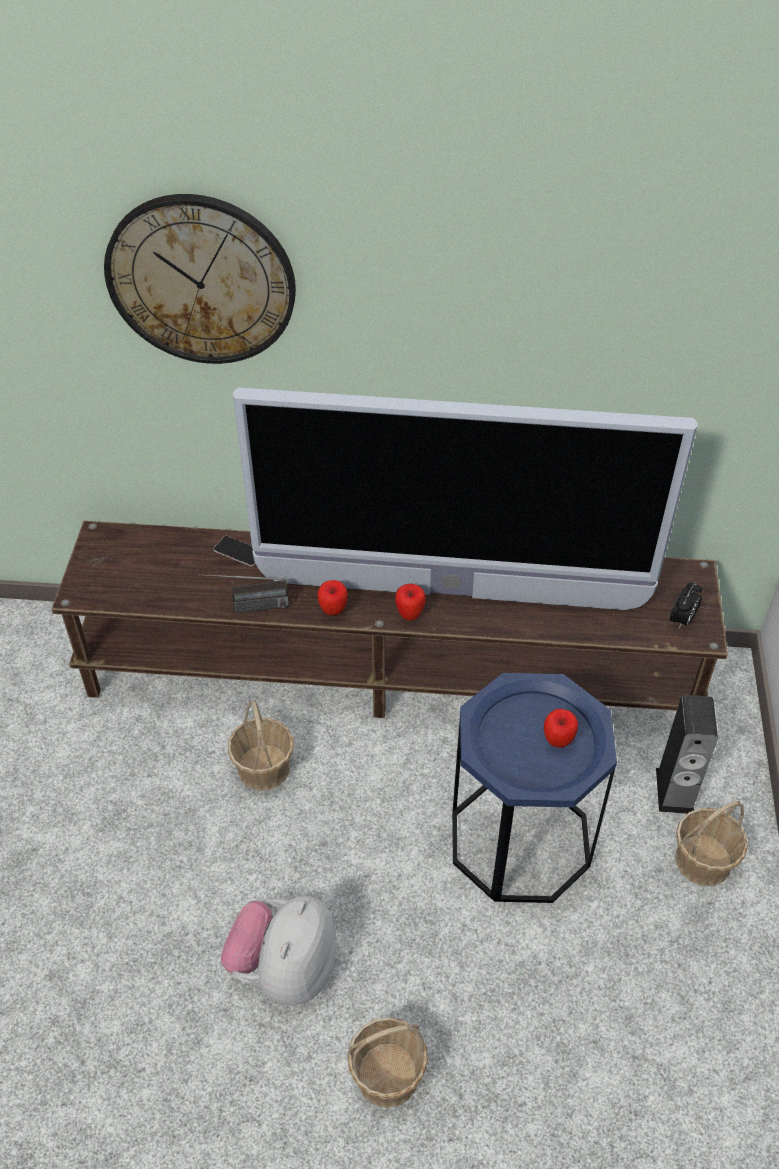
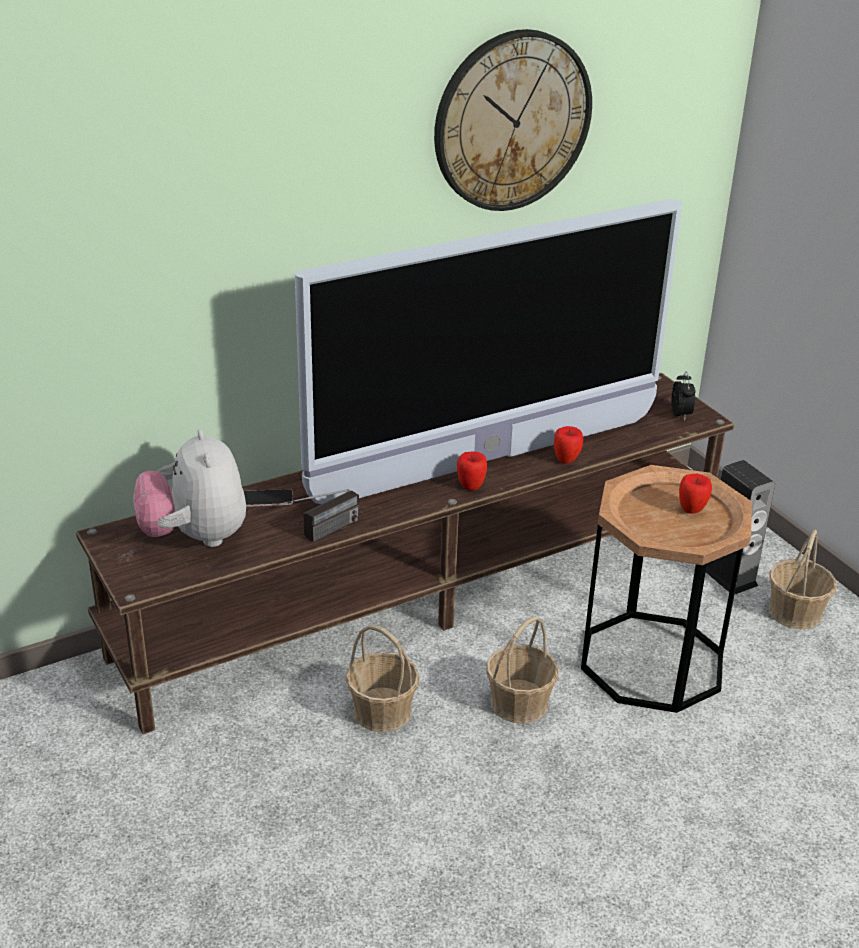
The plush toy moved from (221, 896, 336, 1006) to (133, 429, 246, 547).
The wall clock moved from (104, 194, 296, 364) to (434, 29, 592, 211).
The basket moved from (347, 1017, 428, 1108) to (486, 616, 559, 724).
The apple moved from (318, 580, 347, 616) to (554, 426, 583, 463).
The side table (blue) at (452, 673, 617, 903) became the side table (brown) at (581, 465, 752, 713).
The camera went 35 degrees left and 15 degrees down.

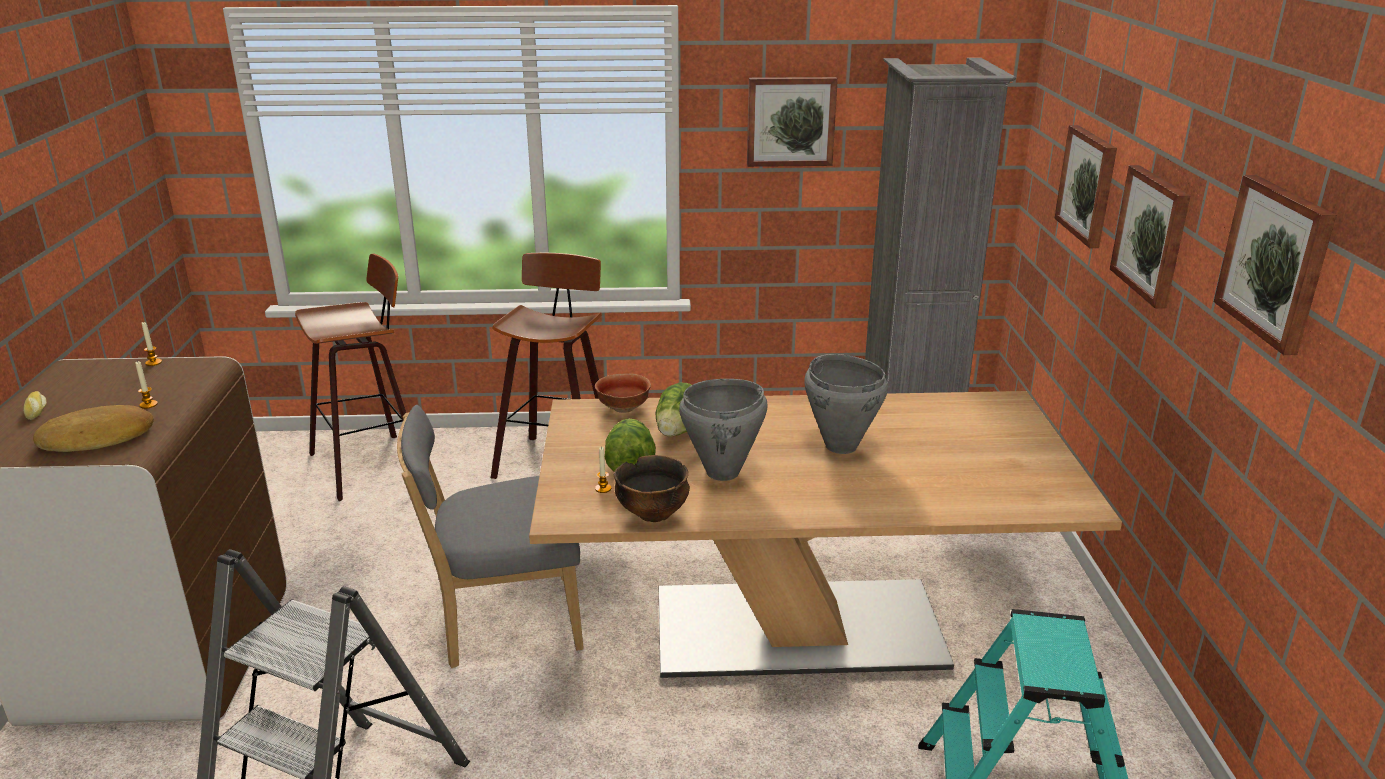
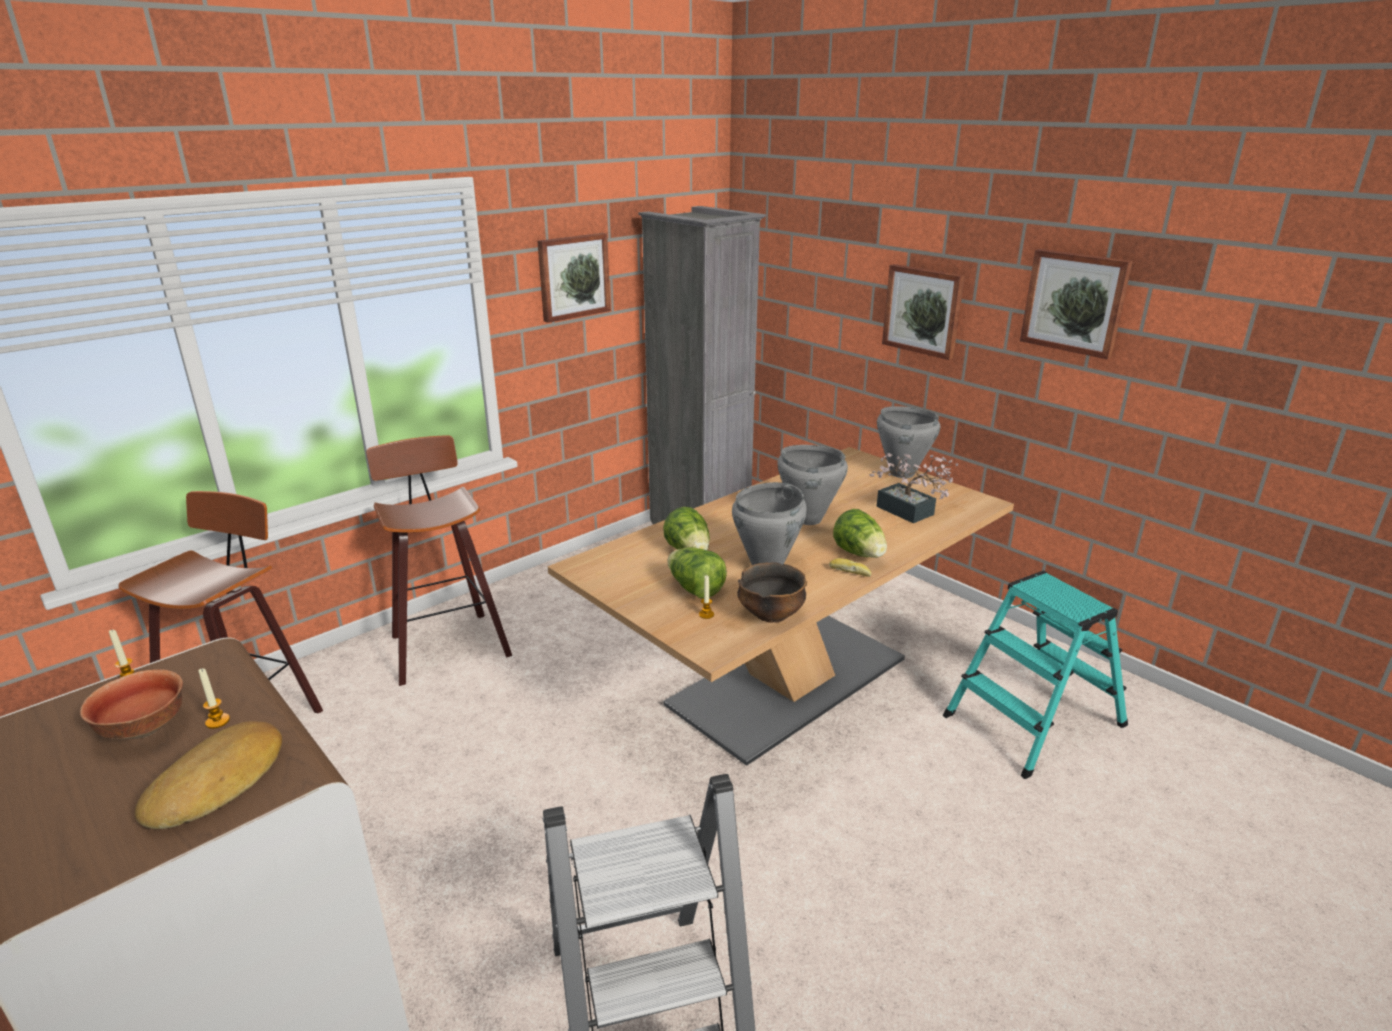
The bowl moved from (595, 373, 651, 413) to (80, 669, 183, 739).
The bread moved from (24, 391, 47, 420) to (829, 558, 872, 577).
The lettuce at (833, 509, 887, 558) appeared.
The potted plant at (869, 453, 958, 523) appeared.
The cooking pot (grey) at (877, 406, 940, 478) appeared.
The chair (grey) at (397, 405, 584, 668) disappeared.
The picture at (1054, 125, 1117, 248) disappeared.
The camera went 40 degrees left and 0 degrees up.

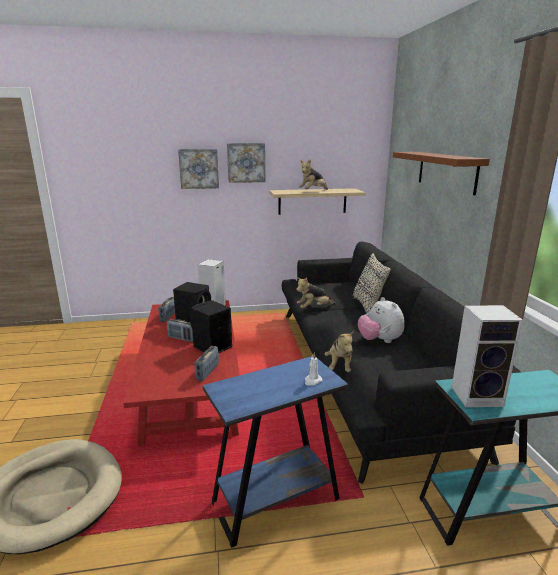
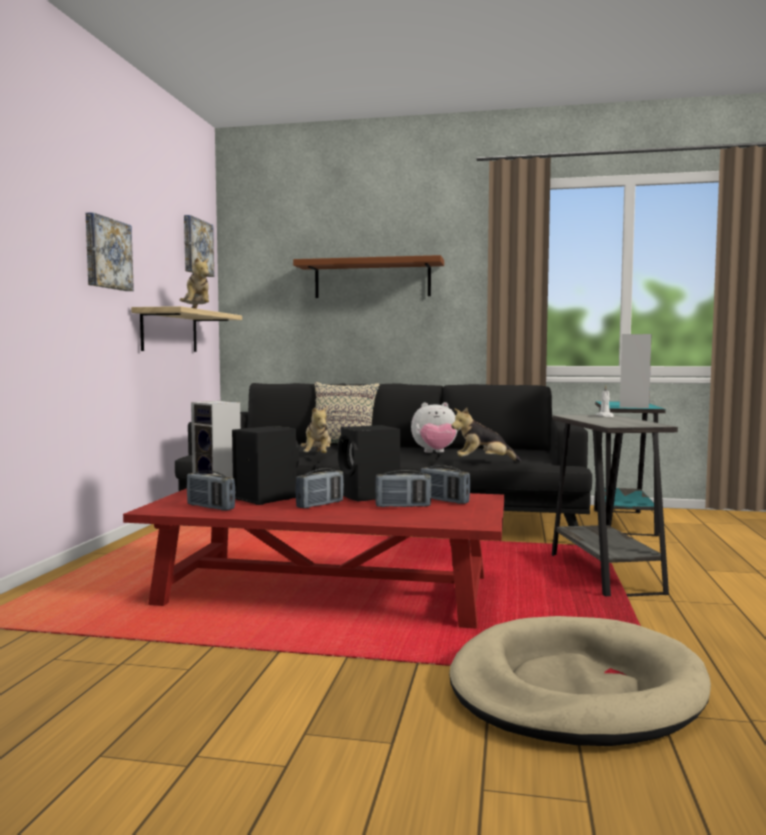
The picture moved from (178, 149, 219, 189) to (184, 215, 214, 277).
The radio at (375, 470, 431, 508) appeared.
The plush toy at (324, 330, 354, 372) turned 150 degrees clockwise.
The side table (blue) at (203, 356, 348, 548) became the side table (grey) at (552, 415, 678, 597).
The camera went 70 degrees left and 15 degrees down.

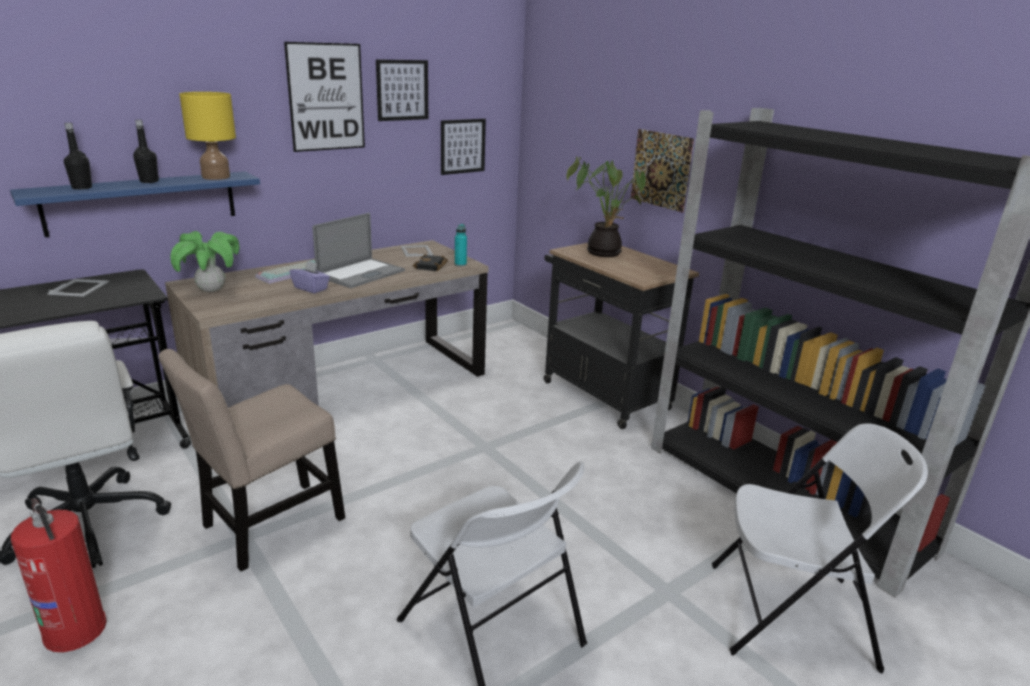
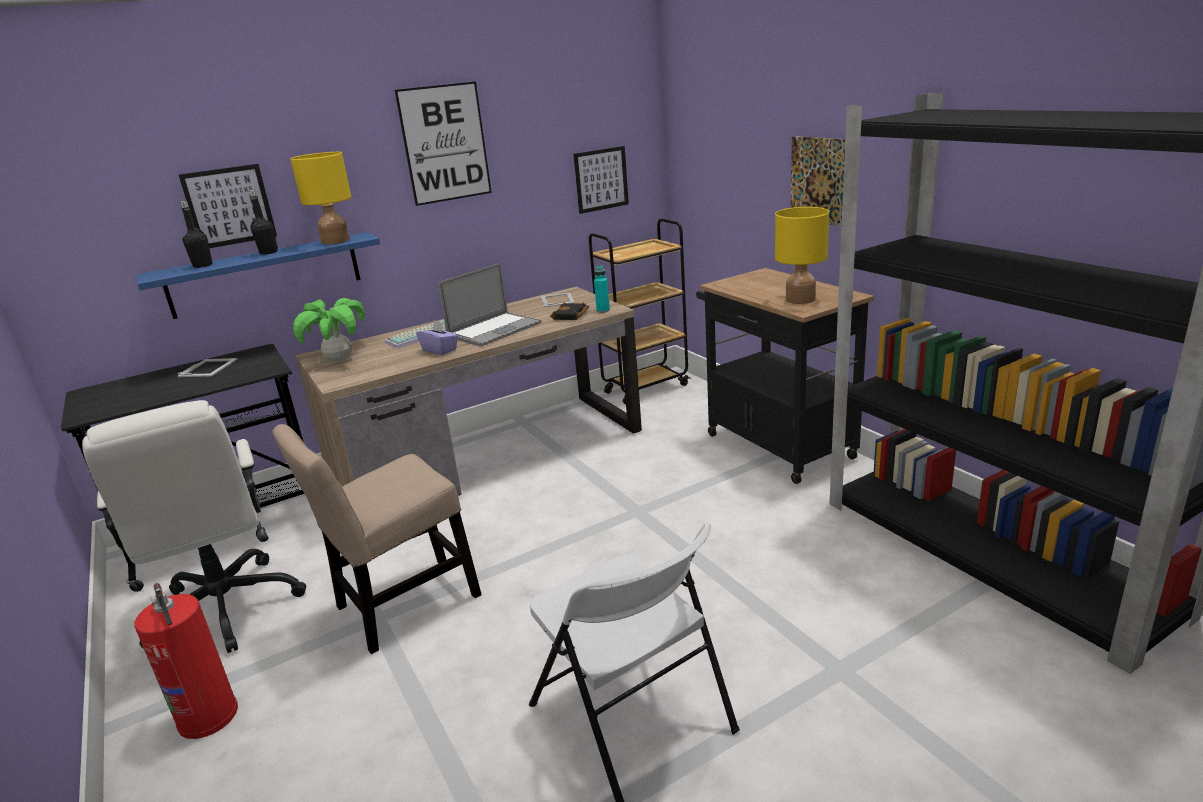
The picture moved from (376, 59, 428, 121) to (179, 164, 277, 248).
The cart (brown) at (589, 219, 691, 405) appeared.
The table lamp (yellow) at (775, 207, 829, 304) appeared.
The potted plant at (567, 156, 646, 257) disappeared.
The chair (white) at (712, 423, 928, 673) disappeared.
The camera went 10 degrees right and 0 degrees up.

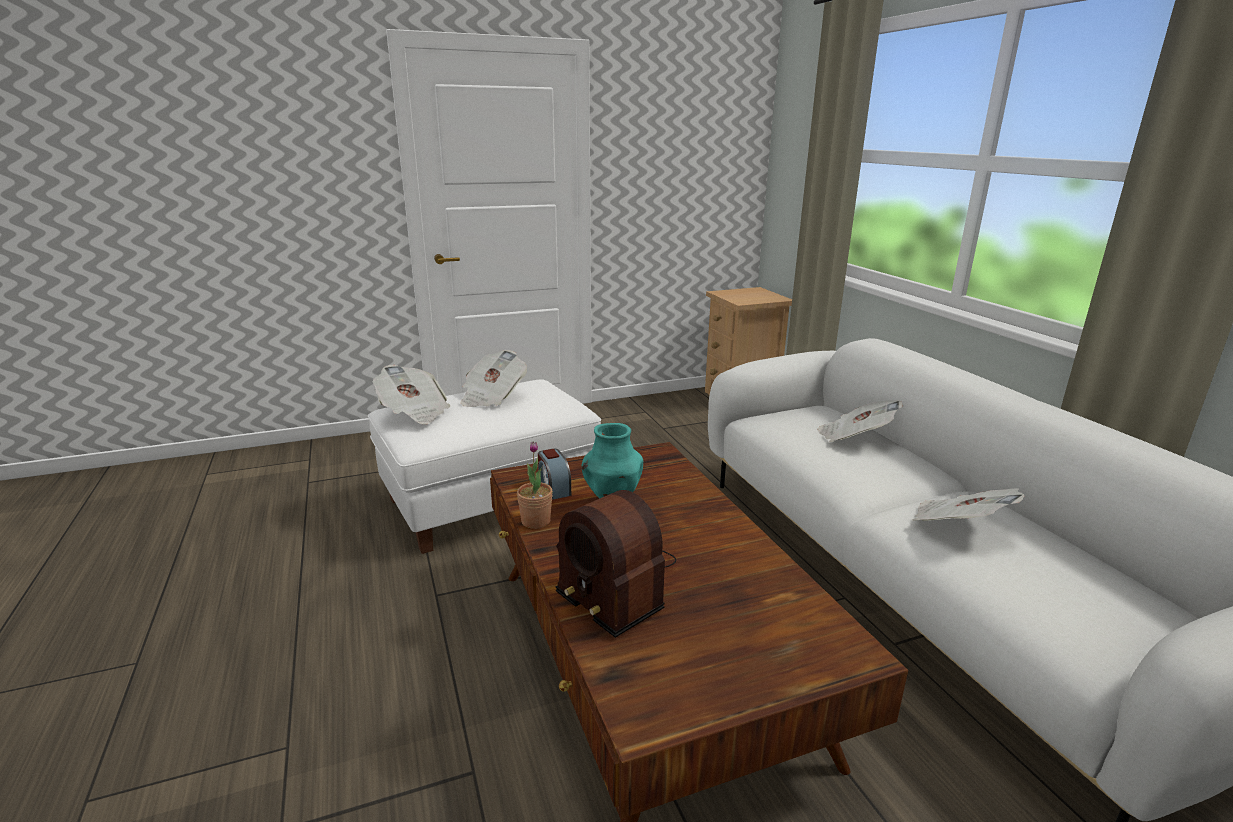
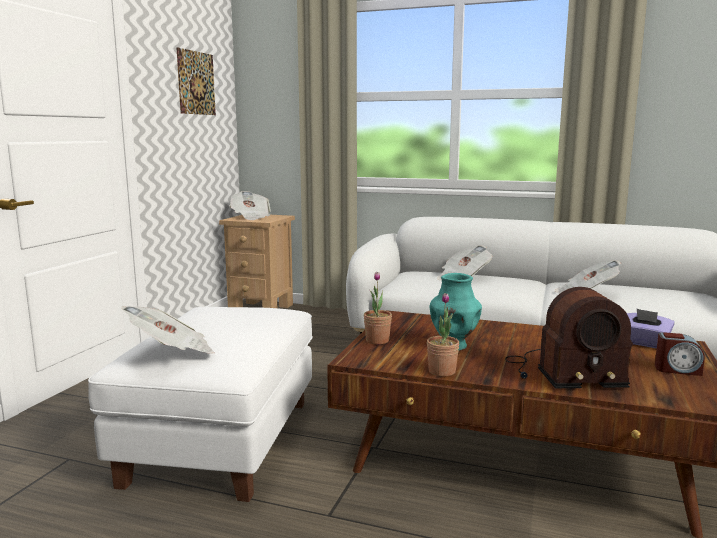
The picture at (176, 47, 216, 115) appeared.
The newspaper moved from (460, 350, 527, 407) to (230, 191, 271, 220).
The potted plant at (364, 272, 392, 344) appeared.
The tissue box (purple) at (627, 309, 675, 349) appeared.
The alarm clock moved from (538, 449, 571, 500) to (655, 332, 705, 376).
The camera went 50 degrees left and 10 degrees down.

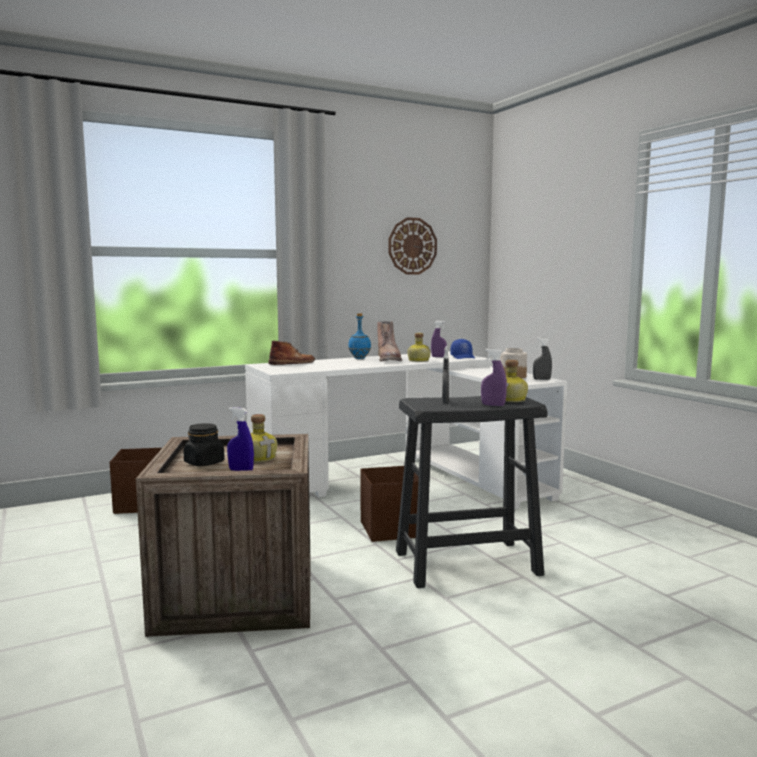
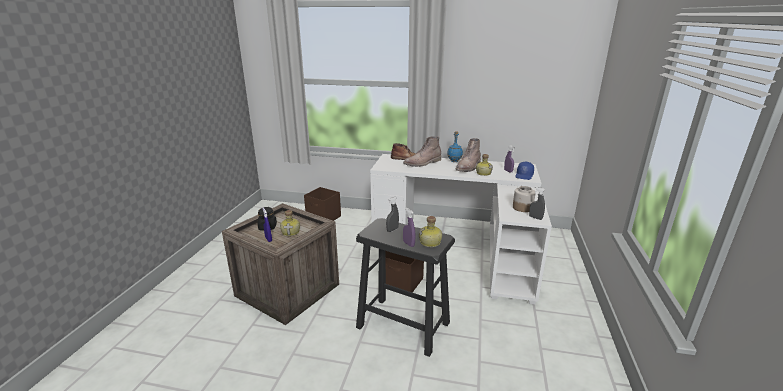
The boot (brown) at (403, 136, 441, 167) appeared.
The wall clock at (389, 217, 437, 275) disappeared.
The camera went 40 degrees right and 15 degrees up.

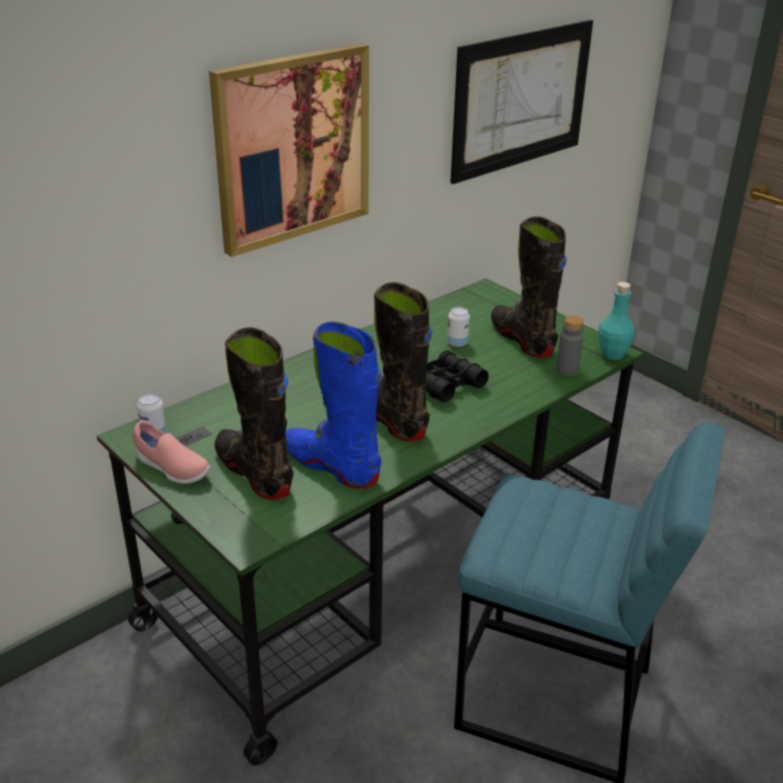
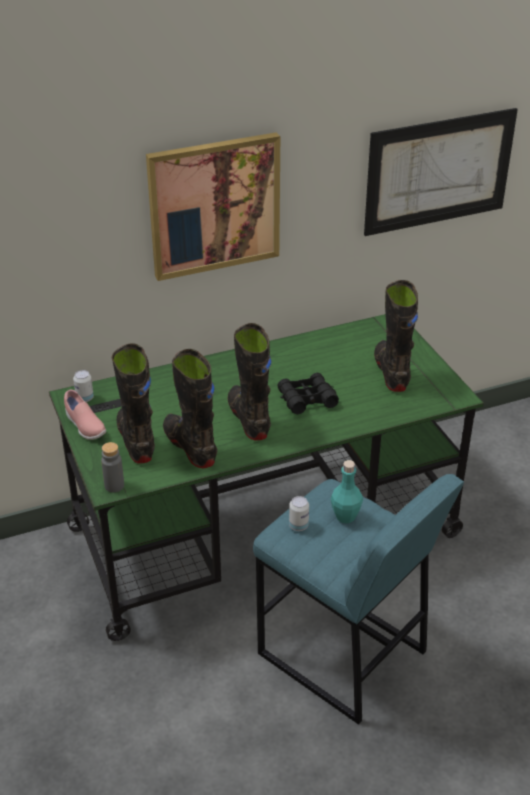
The bottle (grey) moved from (556, 316, 584, 376) to (101, 442, 124, 492).
The boot (blue) at (285, 322, 382, 489) became the boot (black) at (163, 349, 217, 468).
The can moved from (447, 307, 470, 347) to (289, 496, 309, 531).
The bottle (turquoise) moved from (598, 282, 635, 360) to (331, 460, 363, 523).
The camera went 20 degrees right and 5 degrees up.

